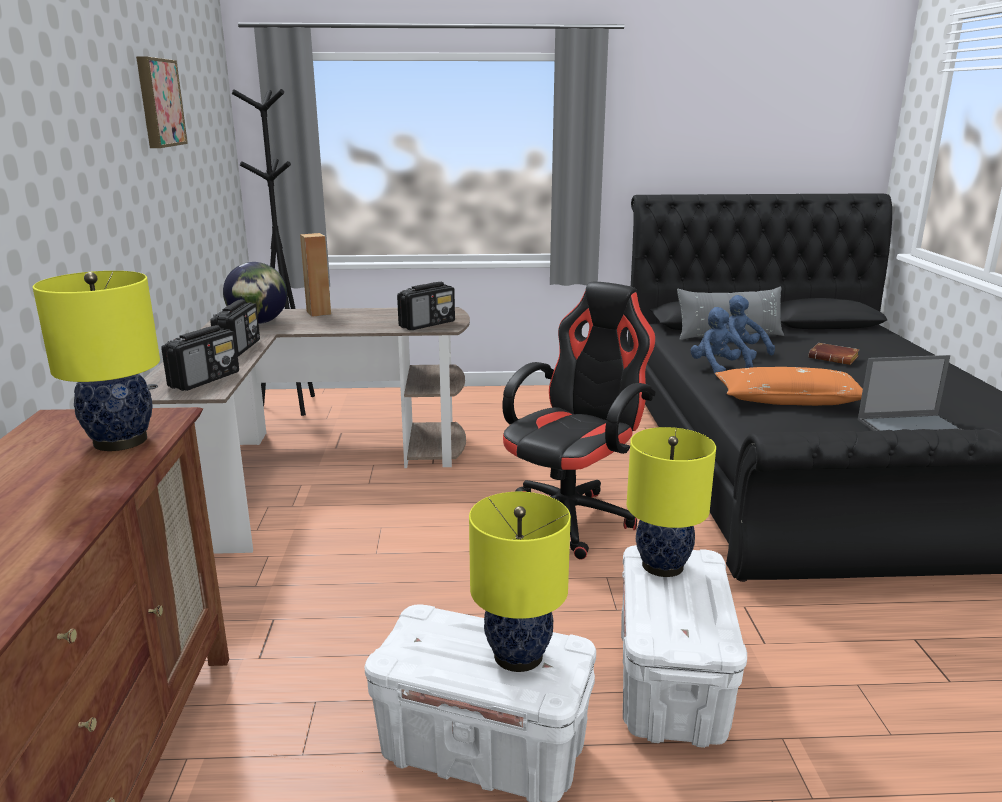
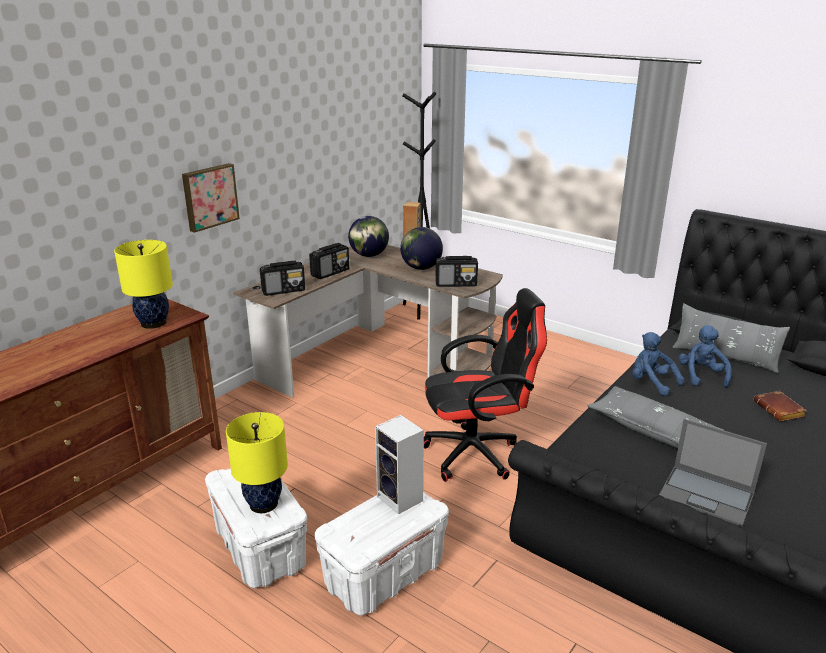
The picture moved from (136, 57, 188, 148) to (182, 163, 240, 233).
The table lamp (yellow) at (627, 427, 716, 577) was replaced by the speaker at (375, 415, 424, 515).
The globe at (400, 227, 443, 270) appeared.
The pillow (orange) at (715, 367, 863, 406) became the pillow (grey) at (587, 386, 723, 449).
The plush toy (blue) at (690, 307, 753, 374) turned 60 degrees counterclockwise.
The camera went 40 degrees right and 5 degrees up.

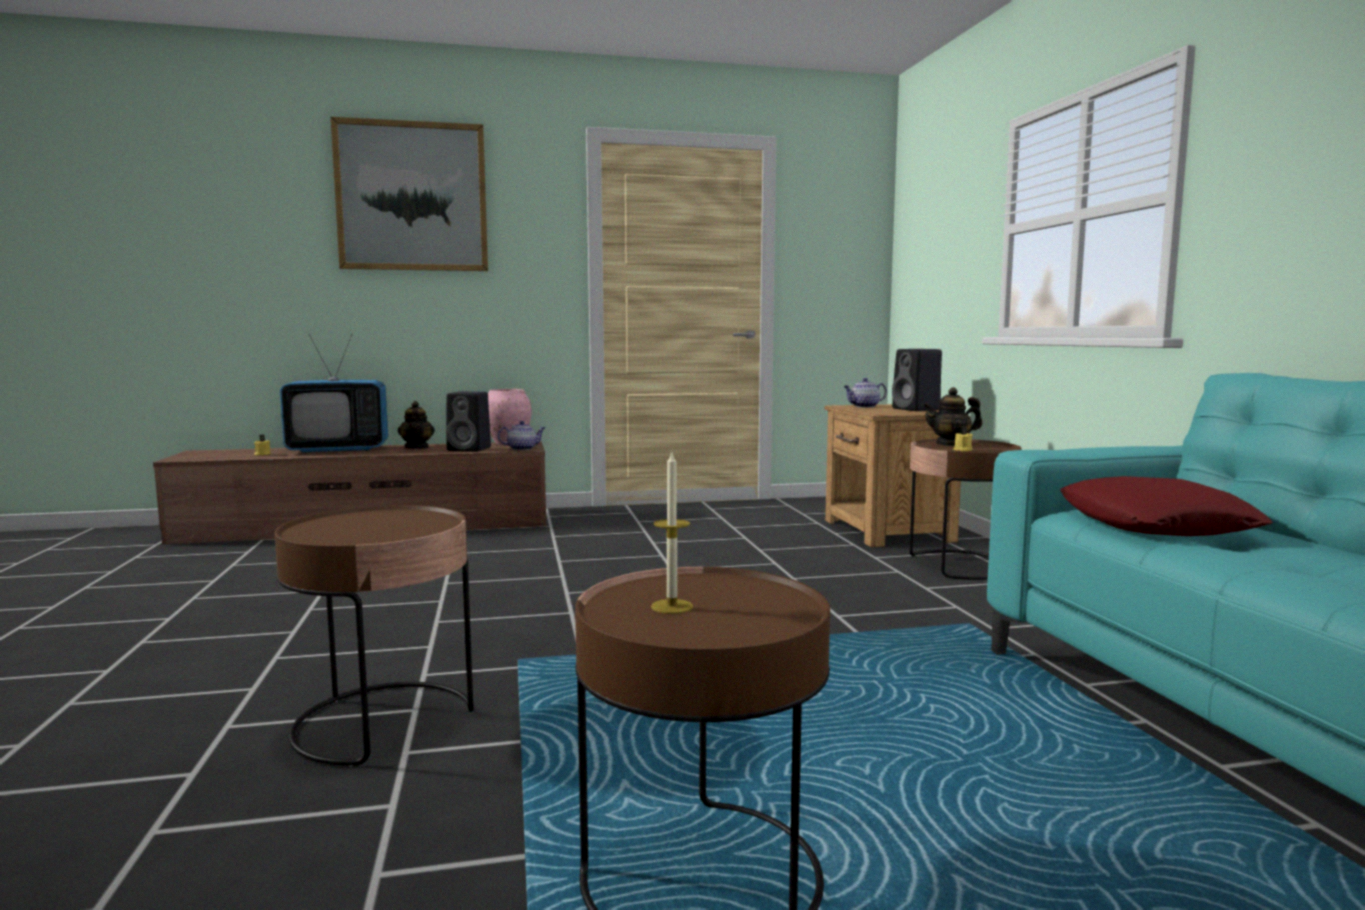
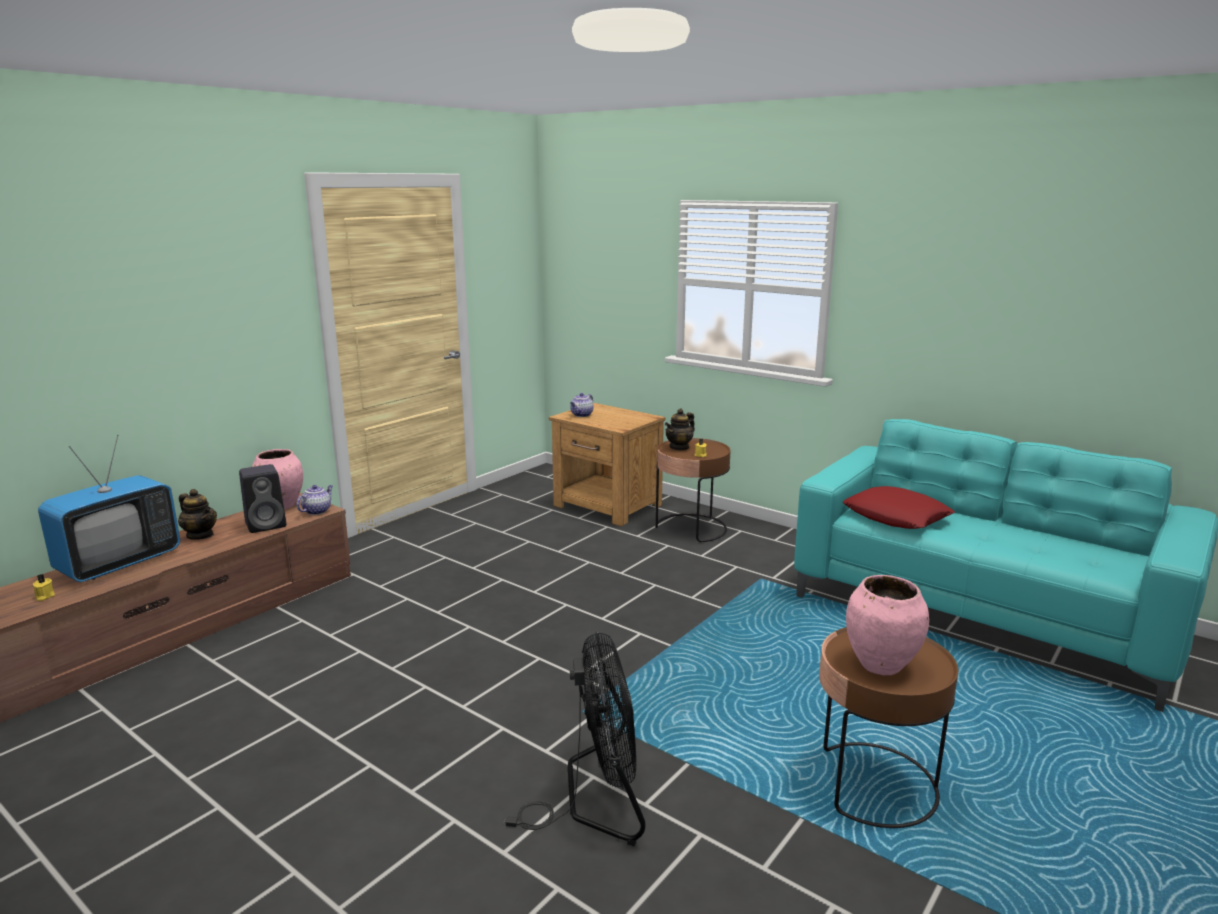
The side table (brown) at (274, 505, 474, 767) was replaced by the fan (black) at (504, 632, 645, 847).
The candle at (651, 453, 693, 614) was replaced by the vase (pink) at (846, 575, 929, 675).
The picture at (331, 117, 488, 271) disappeared.
The speaker (black) at (892, 349, 942, 411) disappeared.
The camera went 40 degrees left and 10 degrees up.

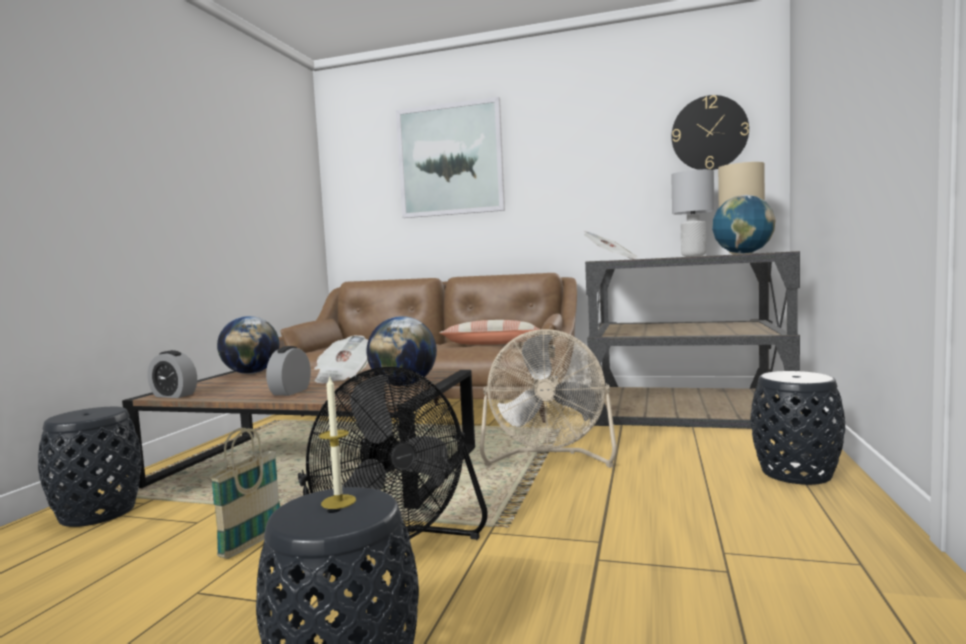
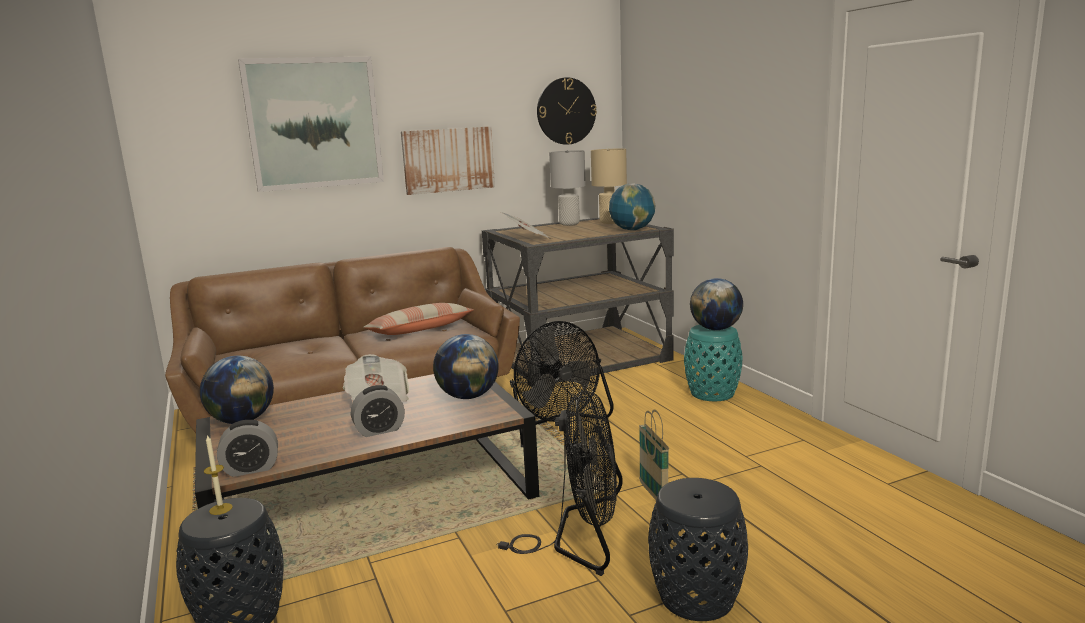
The candle moved from (319, 375, 356, 509) to (204, 434, 233, 515).
The alarm clock at (266, 346, 311, 396) turned 90 degrees counterclockwise.
The picture at (401, 126, 495, 195) appeared.
The fan (beige) at (480, 329, 617, 468) became the fan (black) at (510, 321, 614, 447).
The basket moved from (209, 428, 280, 559) to (639, 410, 669, 500).
The stool (black) at (751, 371, 845, 485) became the stool (turquoise) at (684, 325, 742, 401).
The globe at (690, 278, 743, 330) appeared.
The camera went 40 degrees left and 10 degrees up.

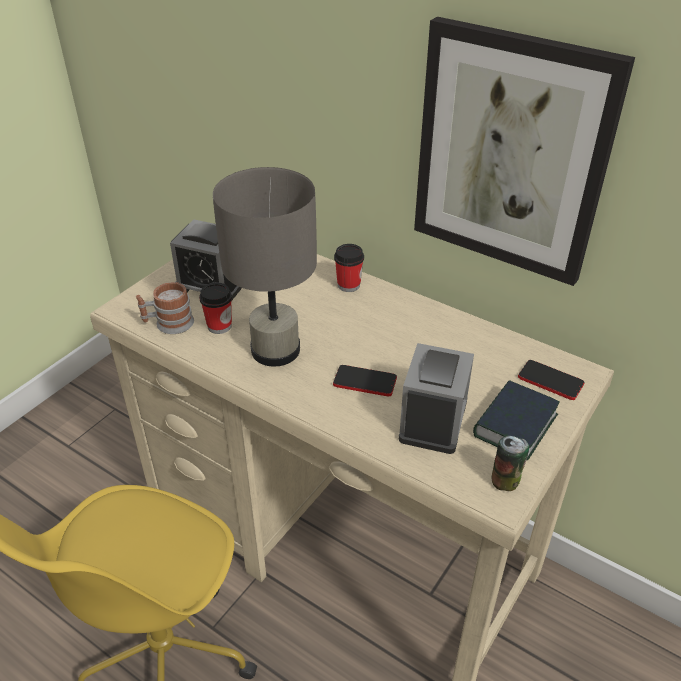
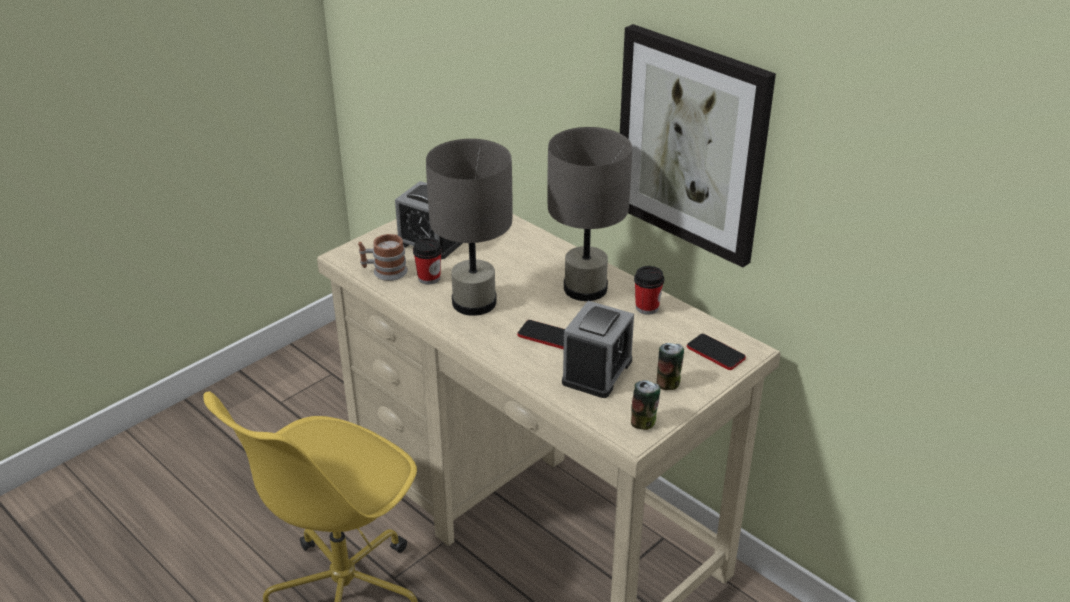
The table lamp (grey) at (547, 127, 632, 301) appeared.
The cup moved from (334, 244, 364, 292) to (634, 266, 664, 315).
The book at (473, 380, 560, 460) was replaced by the can at (657, 343, 684, 390).
The camera went 10 degrees right and 5 degrees down.

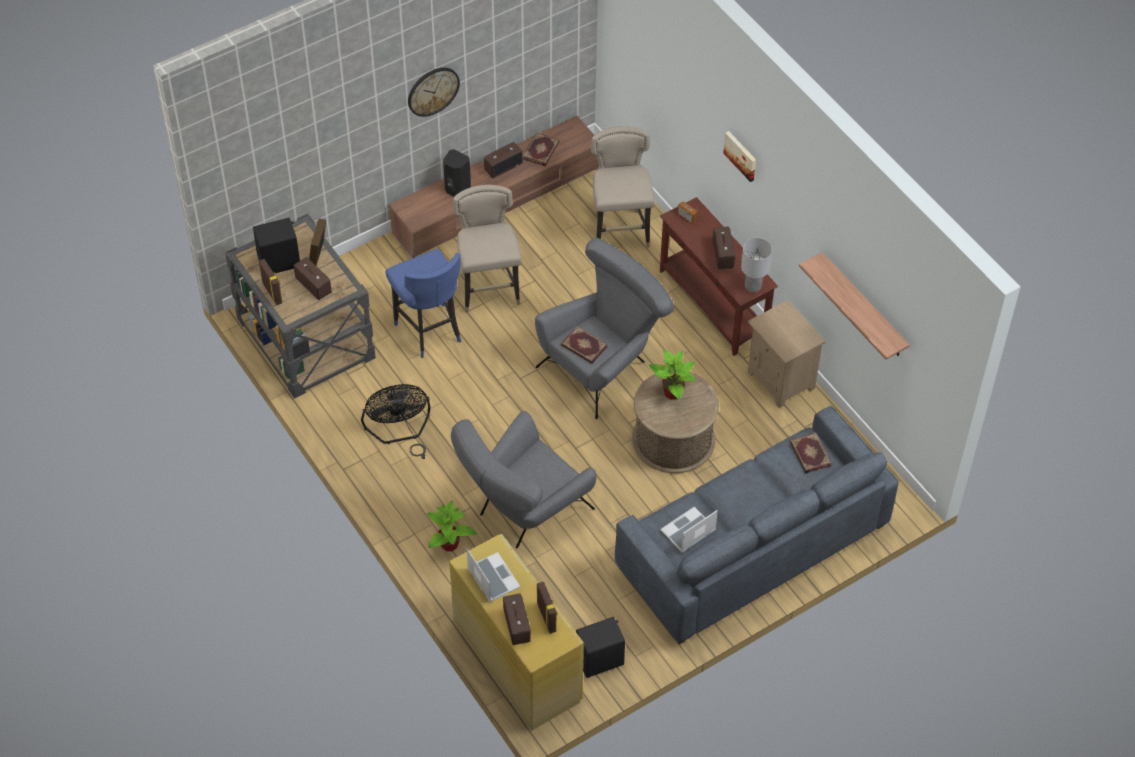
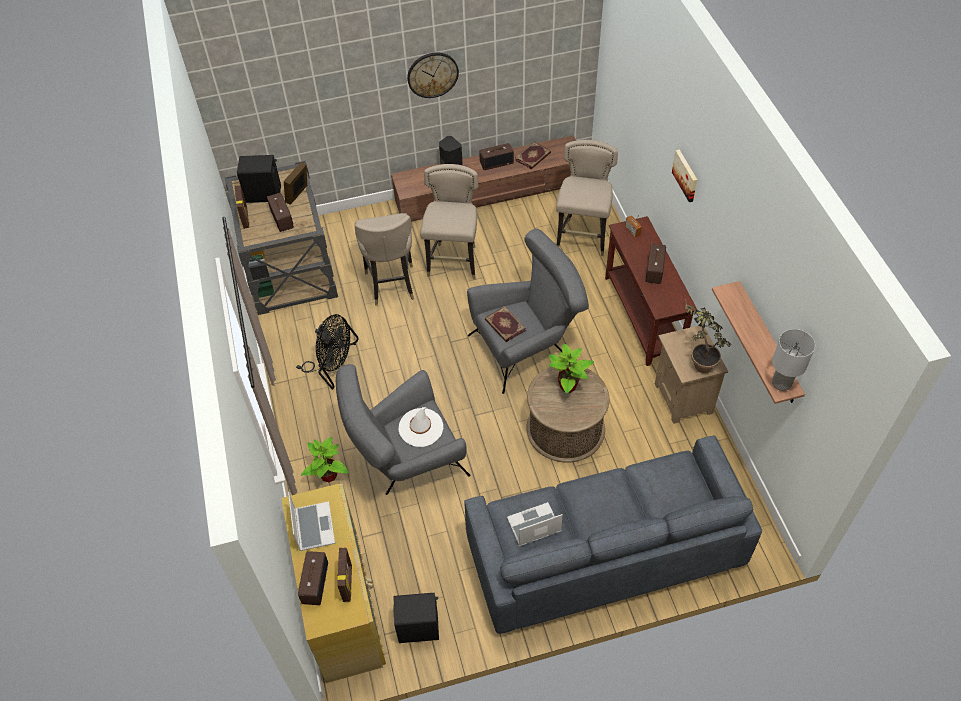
The fan (black) at (361, 384, 430, 459) turned 105 degrees clockwise.
The stool (blue) at (385, 249, 461, 358) became the stool (beige) at (355, 213, 414, 306).
The hat (white) at (399, 407, 443, 447) appeared.
The potted plant at (684, 302, 731, 373) appeared.
The table lamp (grey) moved from (741, 238, 772, 292) to (772, 329, 815, 391).
The book at (790, 433, 832, 473) disappeared.
The camera went 20 degrees right and 0 degrees up.

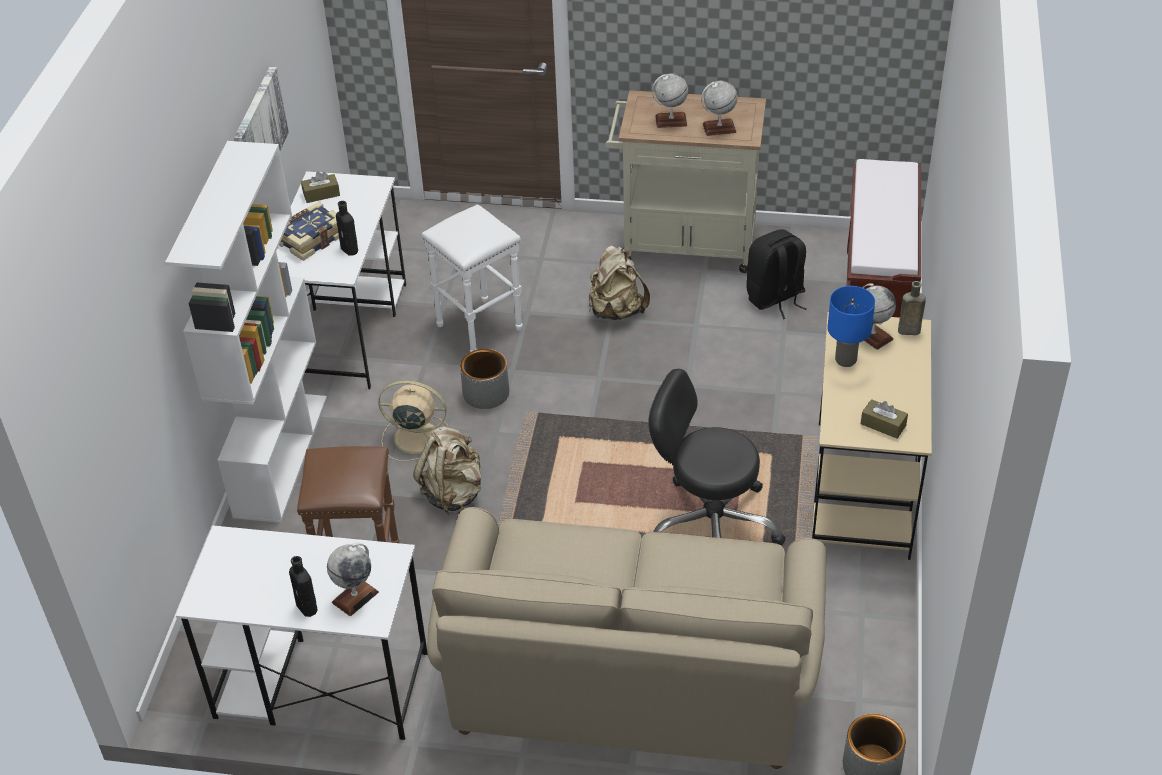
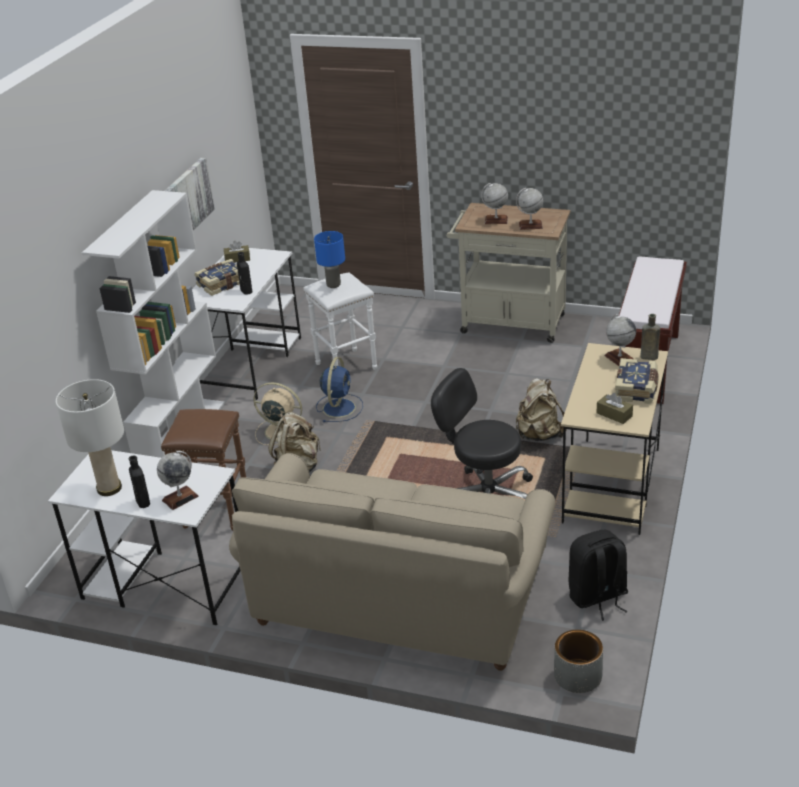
The table lamp (white) at (56, 379, 124, 496) appeared.
The table lamp (blue) moved from (827, 286, 875, 367) to (314, 231, 345, 288).
The planter (grey) at (460, 349, 509, 409) was replaced by the fan (blue) at (316, 357, 363, 422).
The backpack (beige) moved from (589, 246, 650, 320) to (516, 378, 567, 441).
The backpack (black) moved from (746, 229, 806, 319) to (569, 530, 628, 621).
The book at (615, 358, 659, 404) appeared.
The camera went 10 degrees right and 10 degrees down.

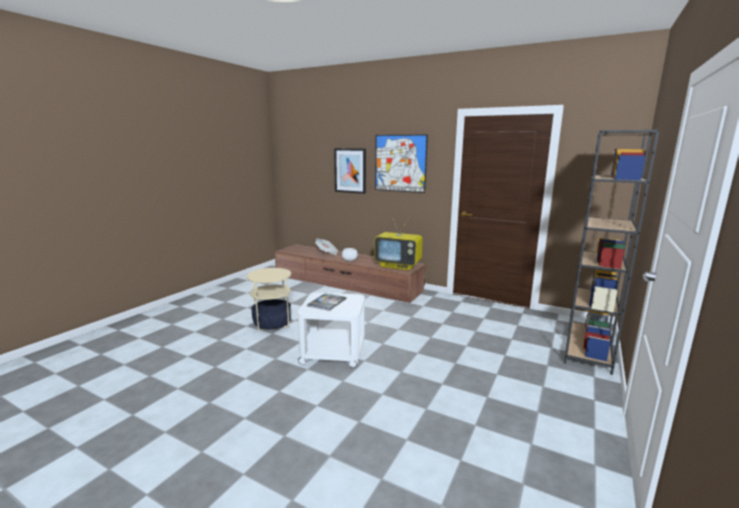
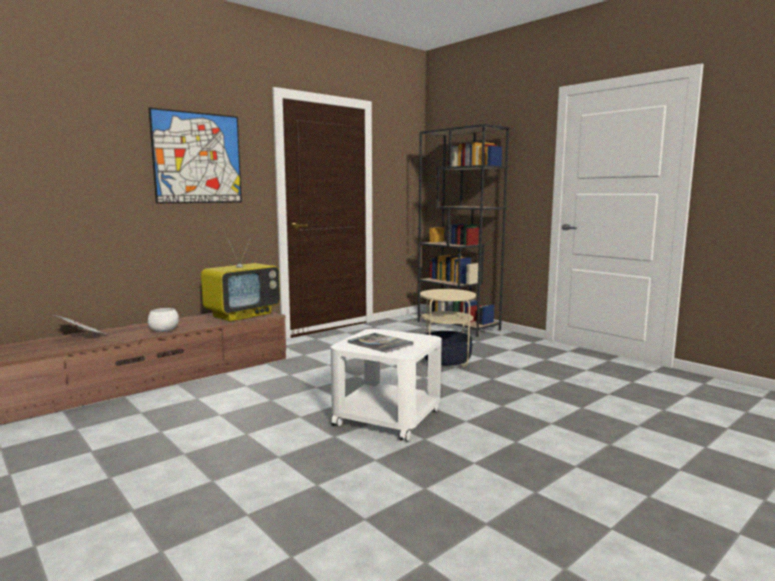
The side table (beige) moved from (247, 268, 291, 331) to (420, 289, 476, 367).
The picture at (334, 148, 366, 194) disappeared.
The camera went 70 degrees left and 5 degrees down.

